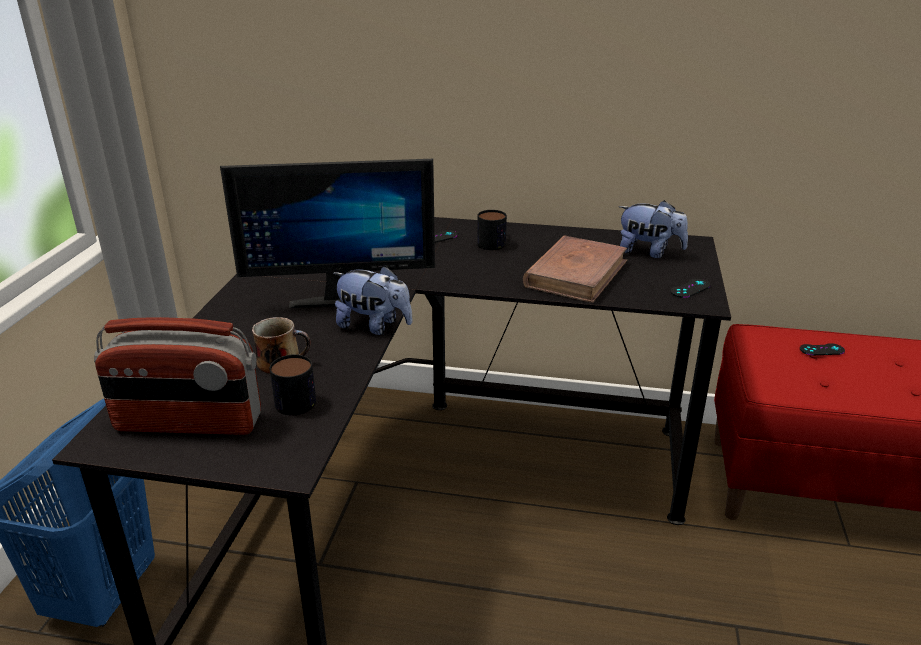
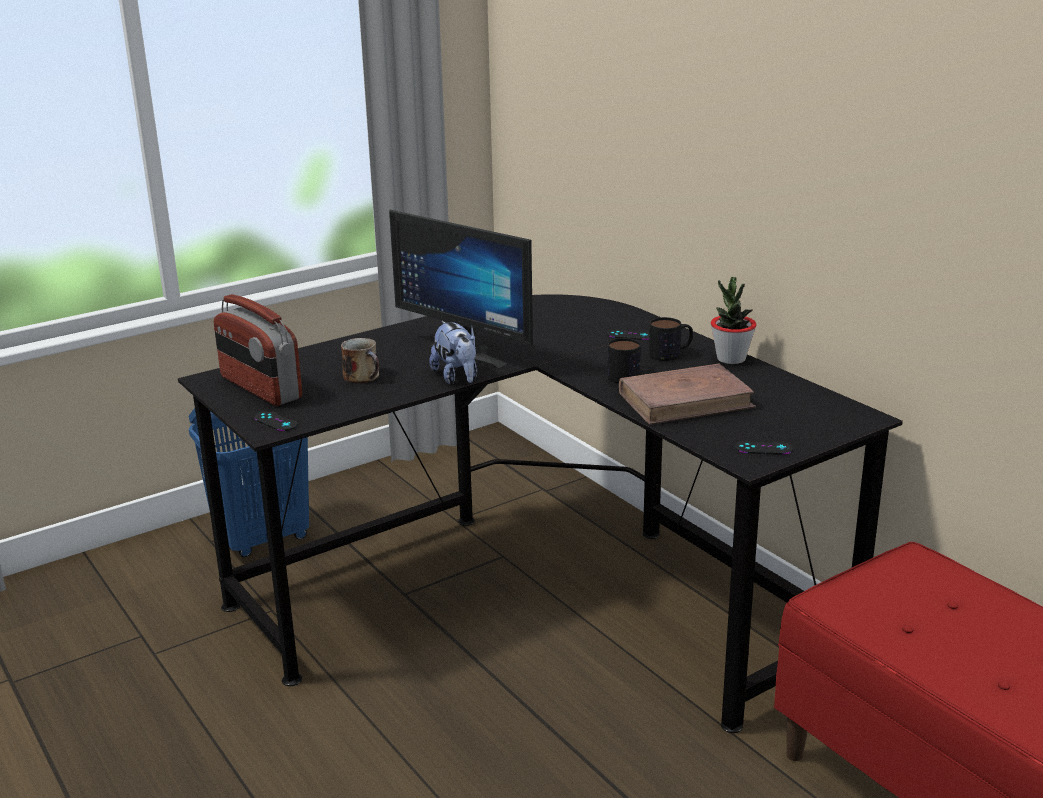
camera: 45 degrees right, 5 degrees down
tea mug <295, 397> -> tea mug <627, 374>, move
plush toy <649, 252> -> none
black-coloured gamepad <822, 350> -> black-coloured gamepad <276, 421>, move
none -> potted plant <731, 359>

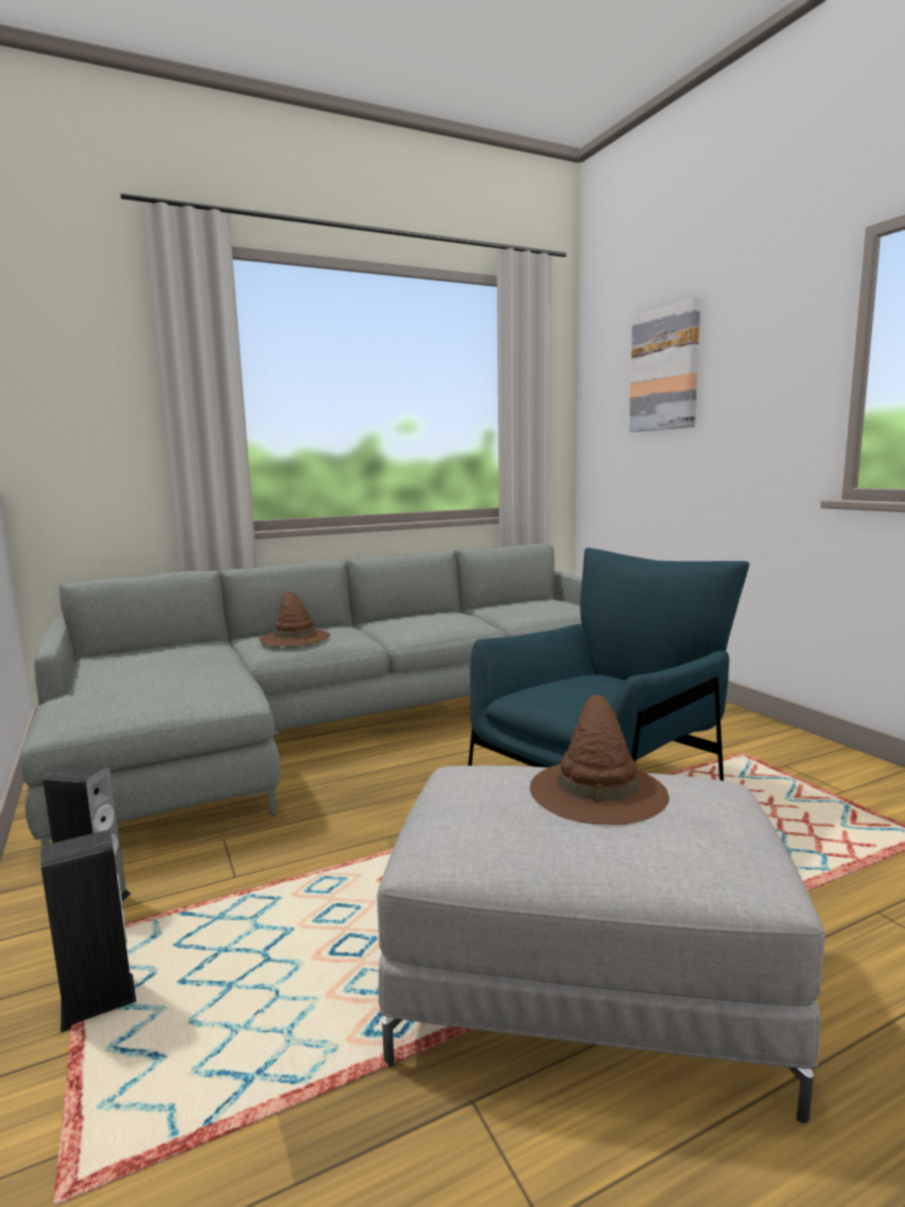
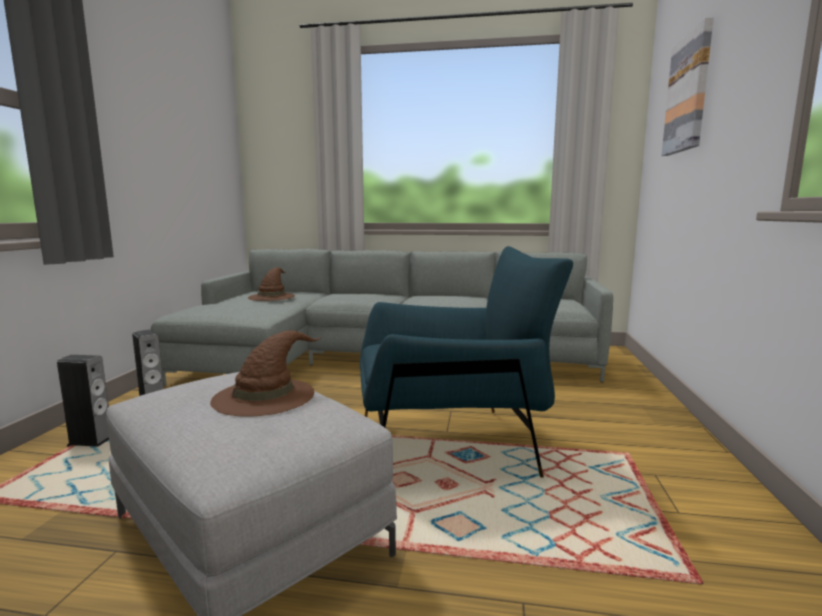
camera: 35 degrees right, 0 degrees up
brown wearable hat <294, 637> -> brown wearable hat <271, 296>, move

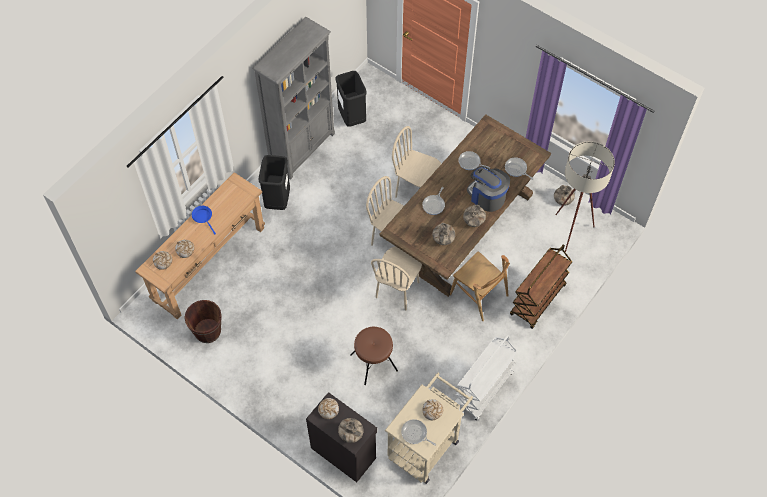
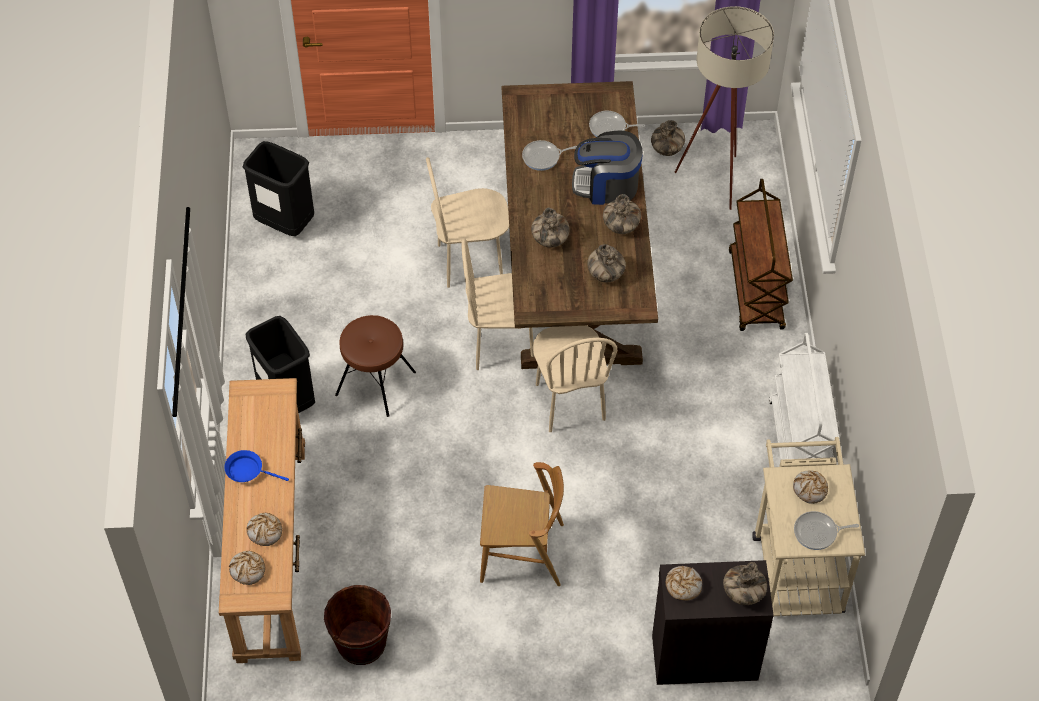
camera: 40 degrees left, 5 degrees down
greyish shelving unit <302, 149> -> none
brown stool seat <373, 362> -> brown stool seat <375, 383>, move
pan <434, 205> -> decorative vase <550, 240>
brown chair <479, 295> -> brown chair <522, 553>, move

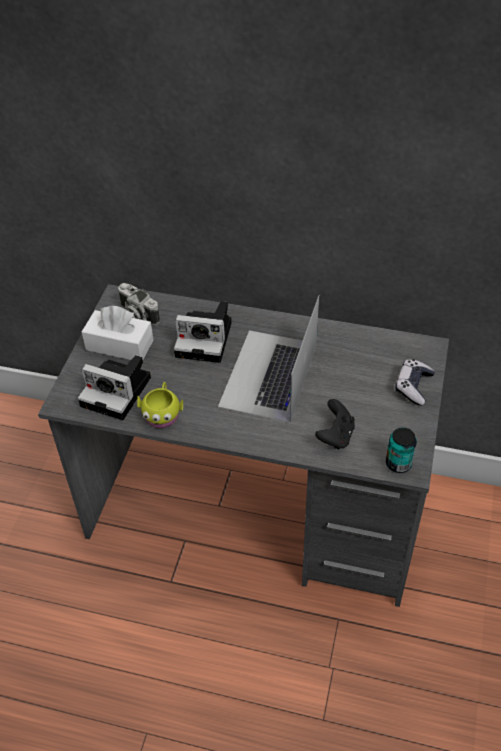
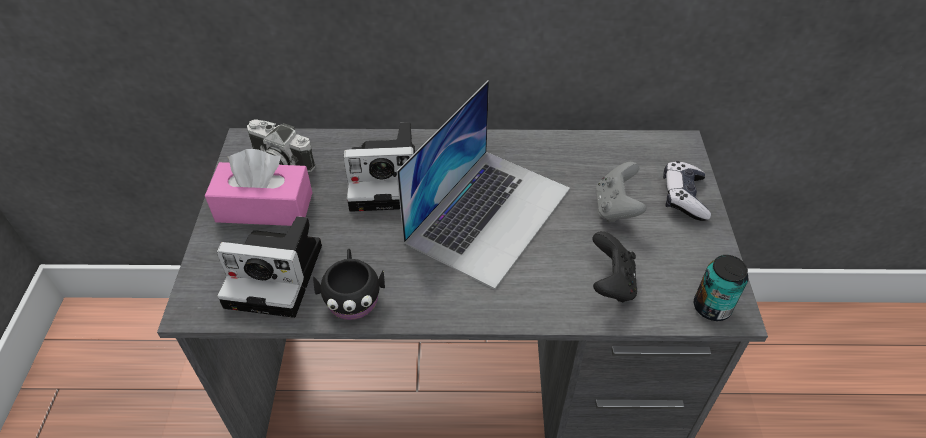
camera: 15 degrees left, 0 degrees up
white tissue holder <119, 345> -> pinkish tissue holder <264, 207>
yellow tea mug <162, 413> -> black-coloured tea mug <352, 296>
notebook computer <269, 375> -> notebook computer <489, 214>, 150 degrees counterclockwise
none -> greyish gamepad <615, 208>

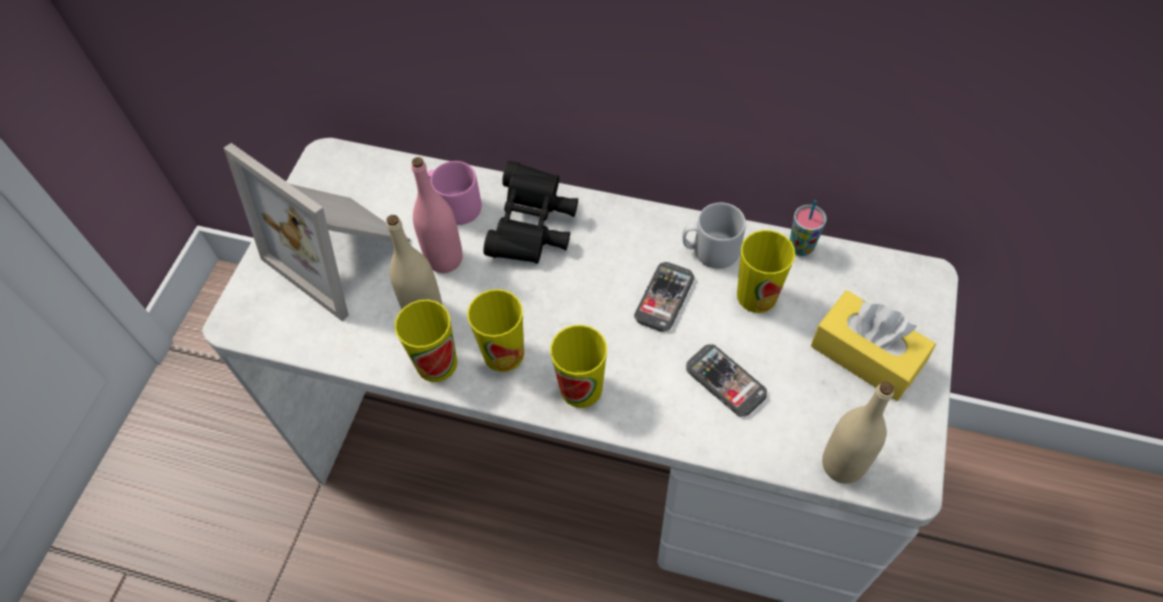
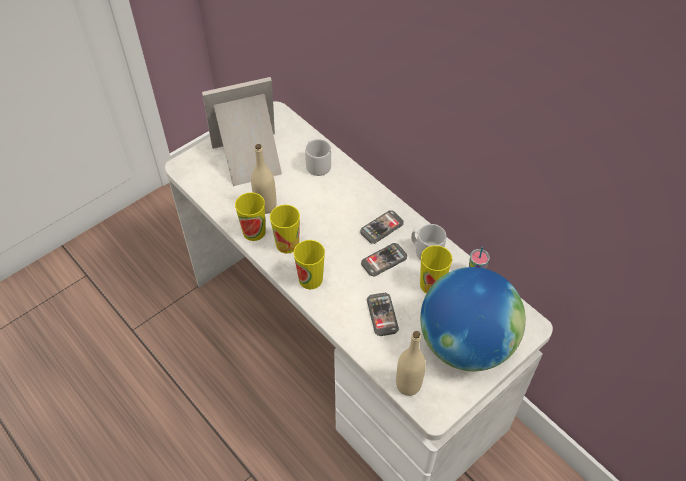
camera: 30 degrees right, 5 degrees down
picture frame <343, 252> -> picture frame <250, 159>, 90 degrees clockwise
pinkish bottle <444, 259> -> none
pinkish tea mug <455, 206> -> greyish tea mug <317, 164>
black-coloured field glasses <533, 228> -> none
yellow tissue holder <866, 355> -> world globe <465, 343>
none -> phone <381, 228>

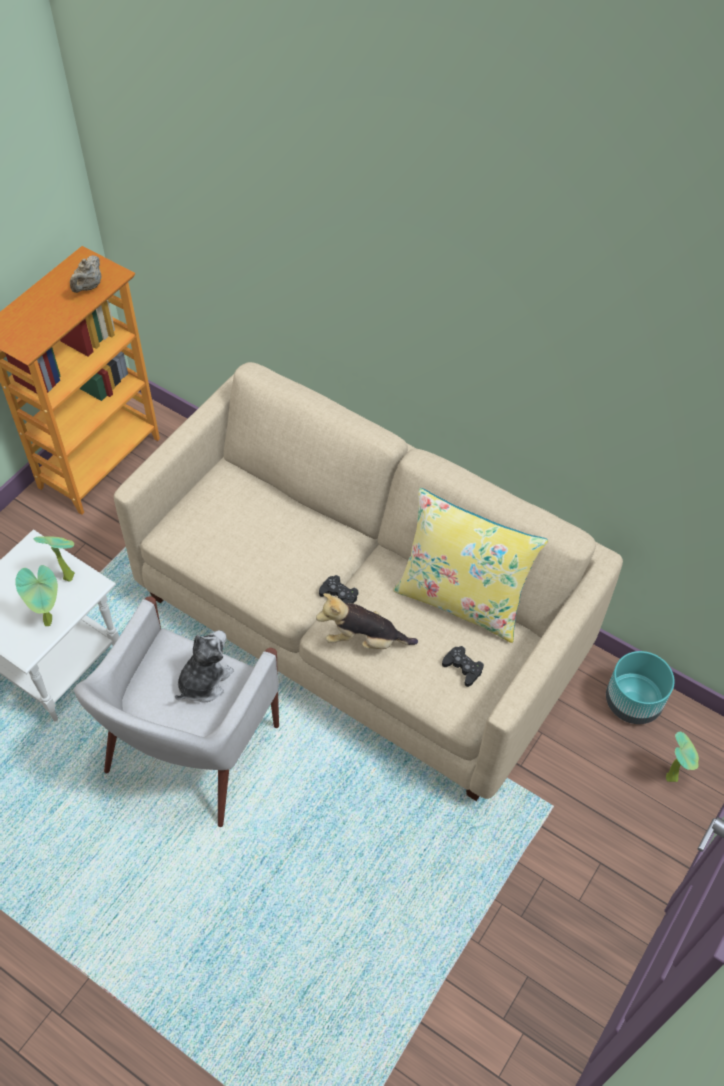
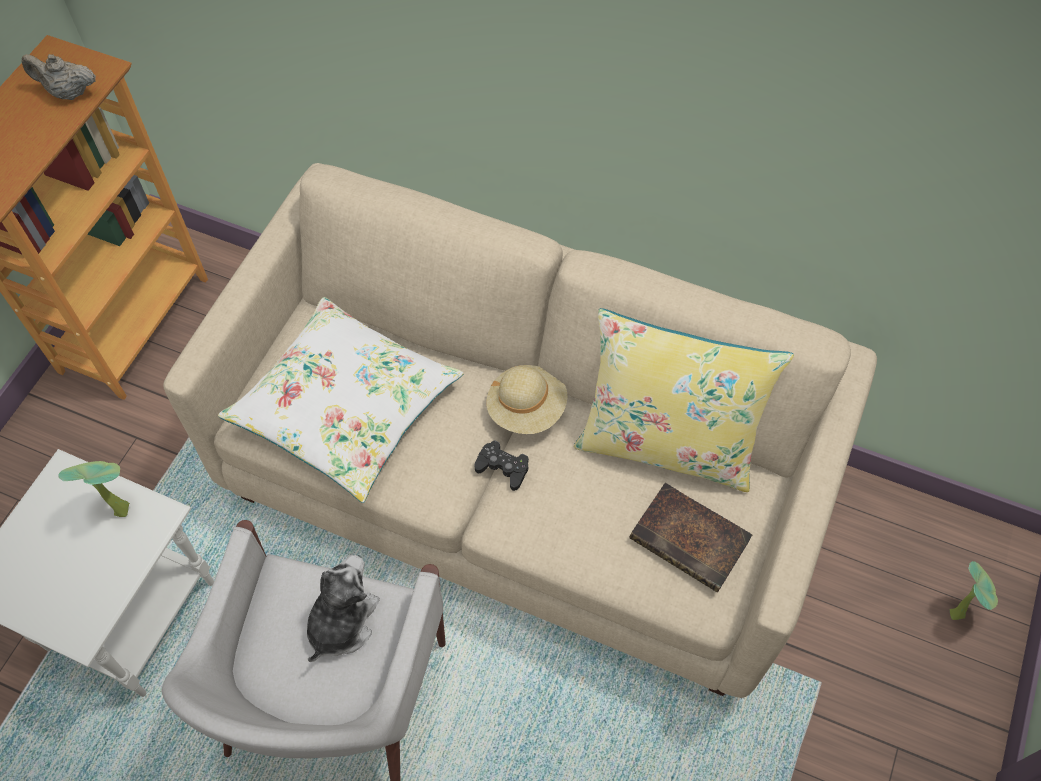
camera: 10 degrees left, 5 degrees up
potted plant <50, 621> -> none
beige-coloured tea pot <88, 287> -> beige-coloured tea pot <68, 92>, 90 degrees clockwise
plush toy <364, 640> -> none
black-coloured gamepad <463, 668> -> bound book <692, 540>
turquoise planter <633, 702> -> none
none -> white cushion <346, 407>
none -> beige-coloured wearable hat <526, 408>

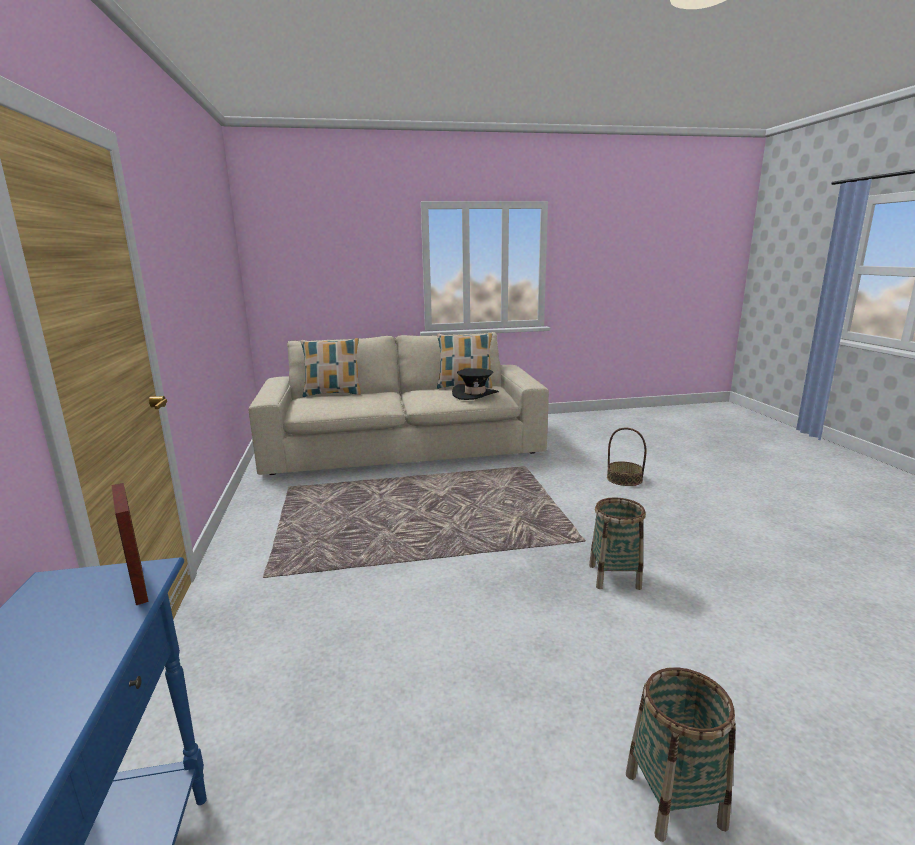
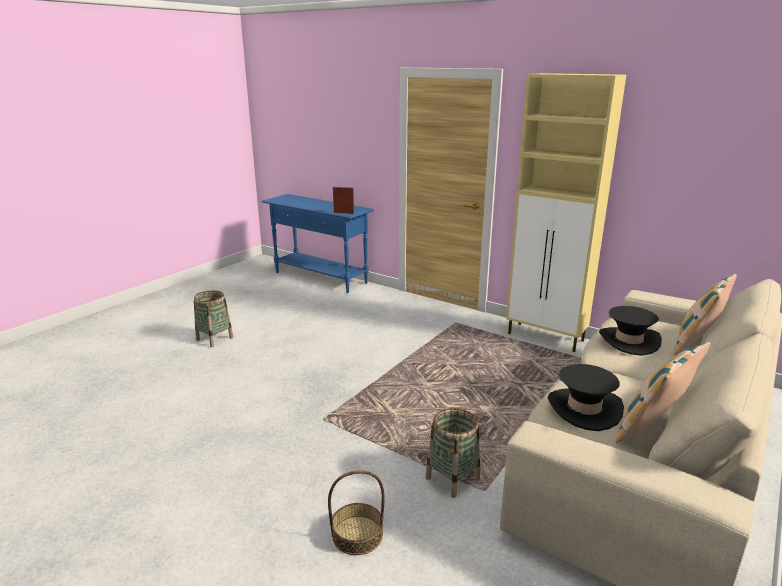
camera: 135 degrees right, 5 degrees up
basket <614, 576> -> basket <452, 478>, move
none -> beige-coloured storage cabinet <546, 337>
none -> black-coloured wearable hat <628, 341>

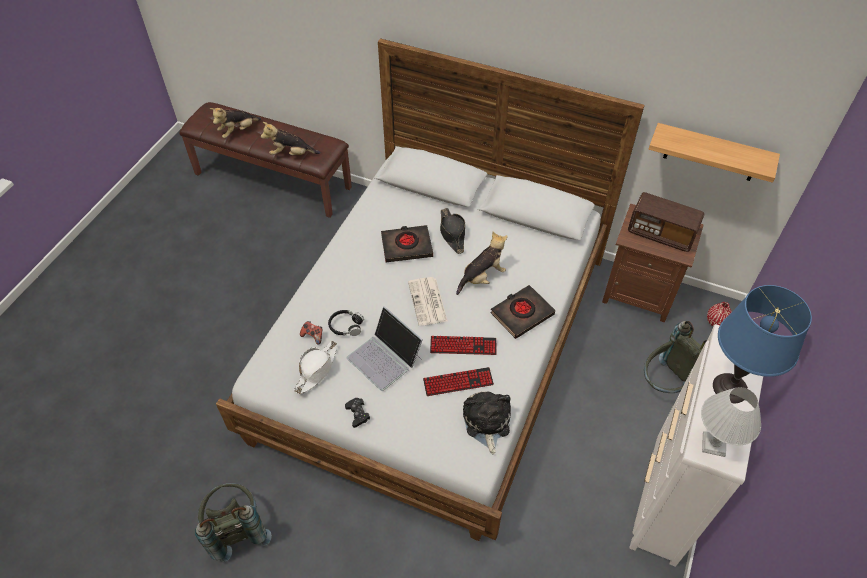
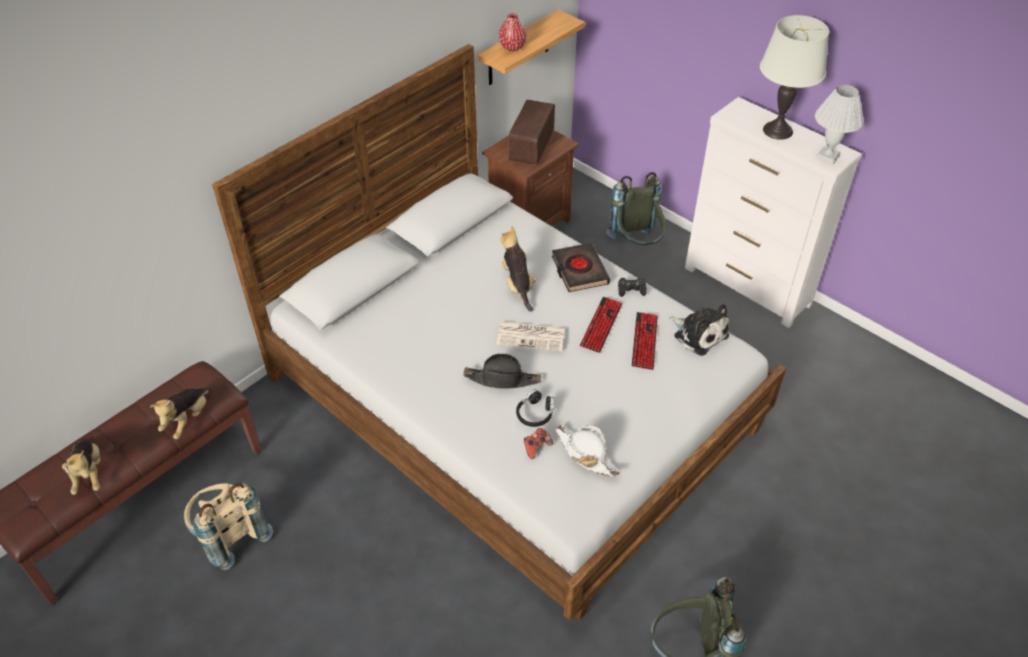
camera: 70 degrees left, 5 degrees down
black-coloured gamepad <357, 414> -> black-coloured gamepad <631, 289>, move
notebook computer <385, 358> -> none
black-coloured bound book <407, 246> -> none
black-coloured wearable hat <452, 233> -> black-coloured wearable hat <502, 379>, move
plush toy <486, 423> -> plush toy <698, 334>, 150 degrees counterclockwise
radio set <661, 234> -> radio set <532, 147>, 150 degrees clockwise
reddish decorative vase <716, 322> -> reddish decorative vase <512, 47>, move
blue lamp for a table <730, 388> -> white lamp for a table <778, 131>
none -> beige-coloured rucksack <229, 536>

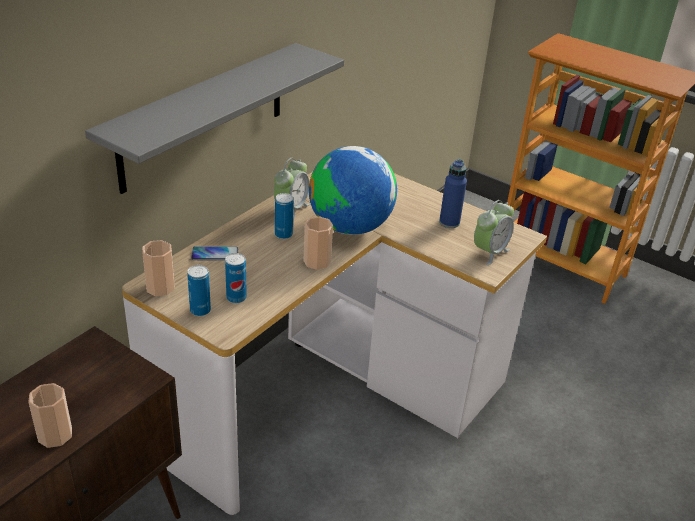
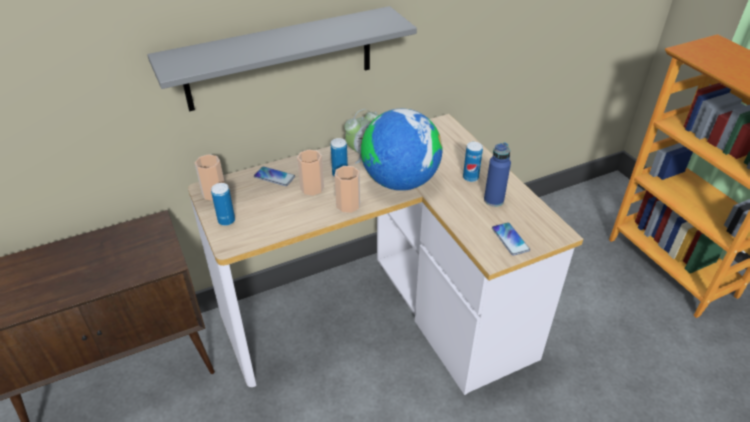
camera: 30 degrees right, 5 degrees up
small cup <55, 435> -> small cup <312, 188>, move
can <236, 298> -> can <470, 178>, move
bedside clock <489, 252> -> phone <510, 239>

